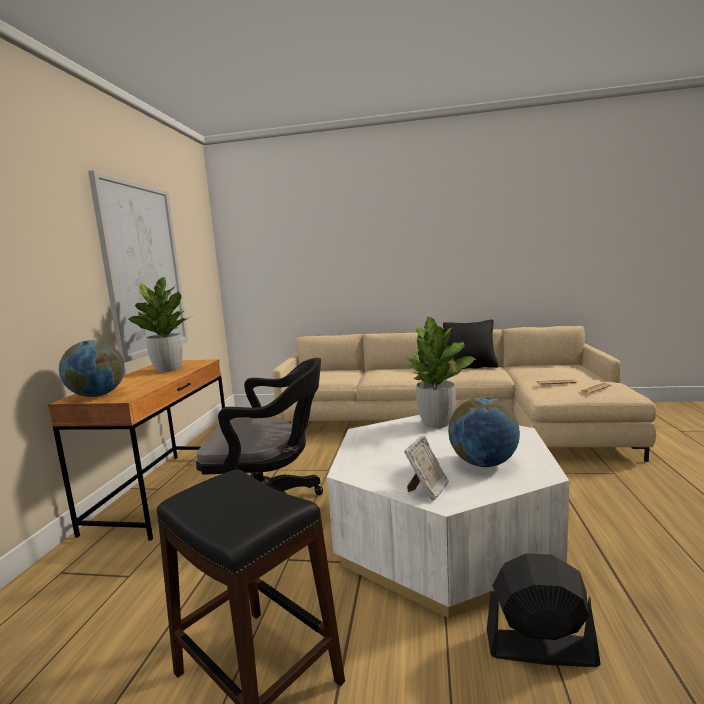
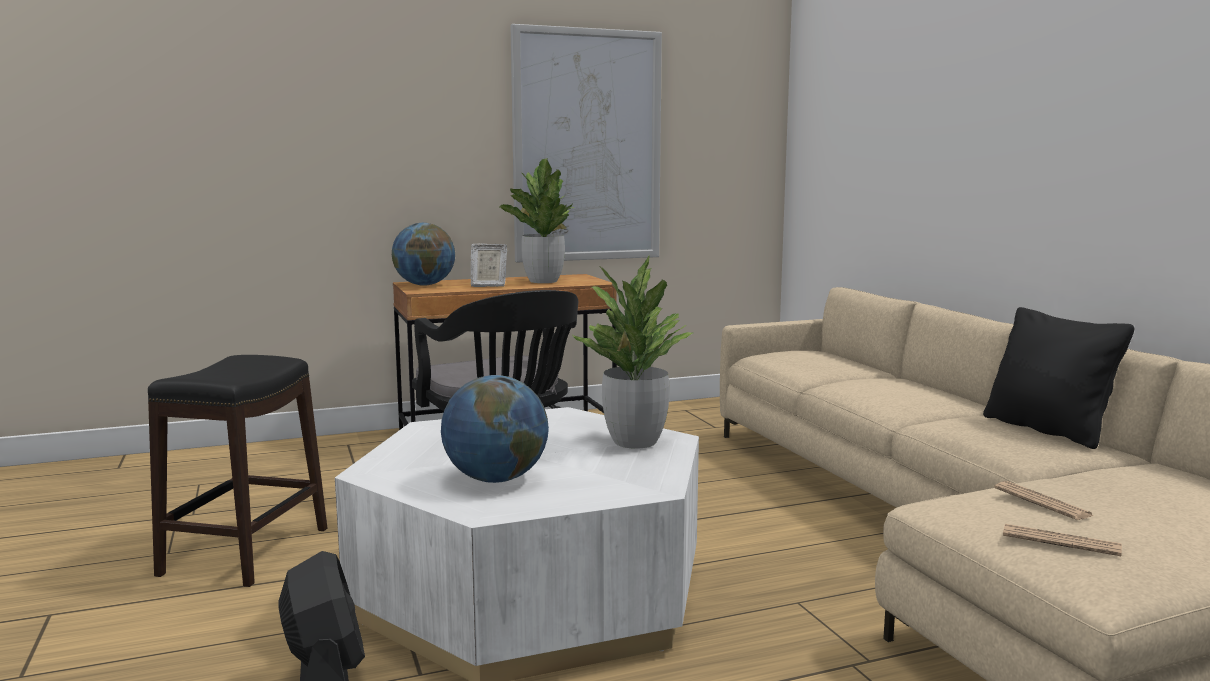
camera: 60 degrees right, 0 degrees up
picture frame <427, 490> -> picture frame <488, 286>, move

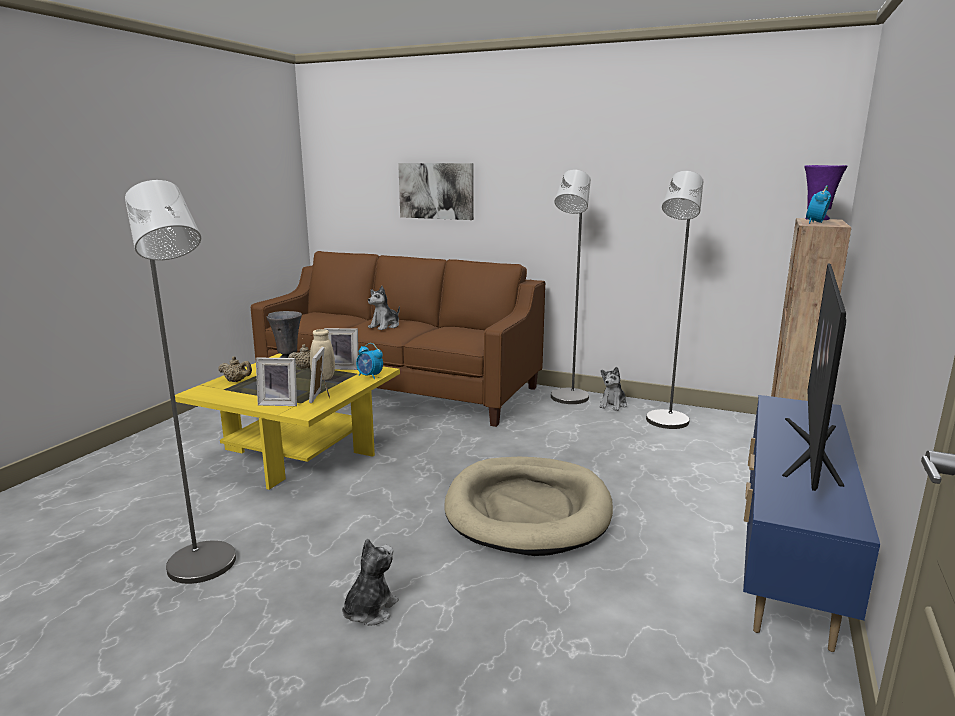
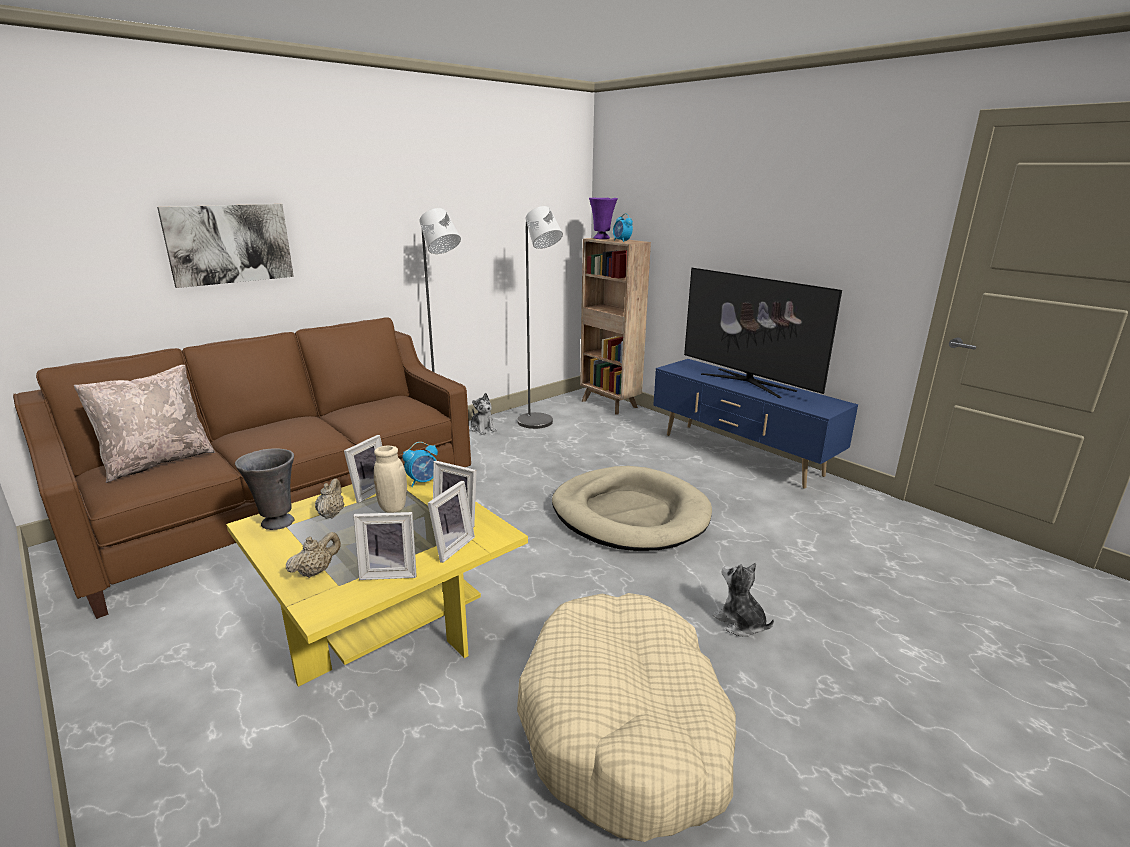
camera: 65 degrees left, 5 degrees up
greyish floor lamp <206, 569> -> beige-coloured dog cushion <626, 727>
plush toy <385, 326> -> none
none -> beige-coloured cushion <158, 462>
none -> picture frame <389, 572>

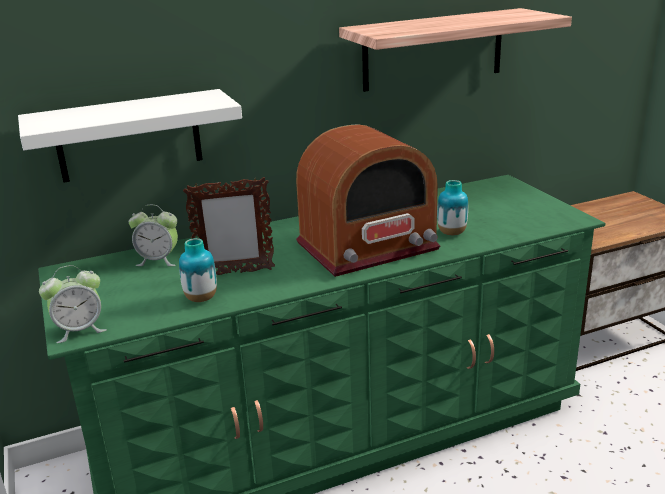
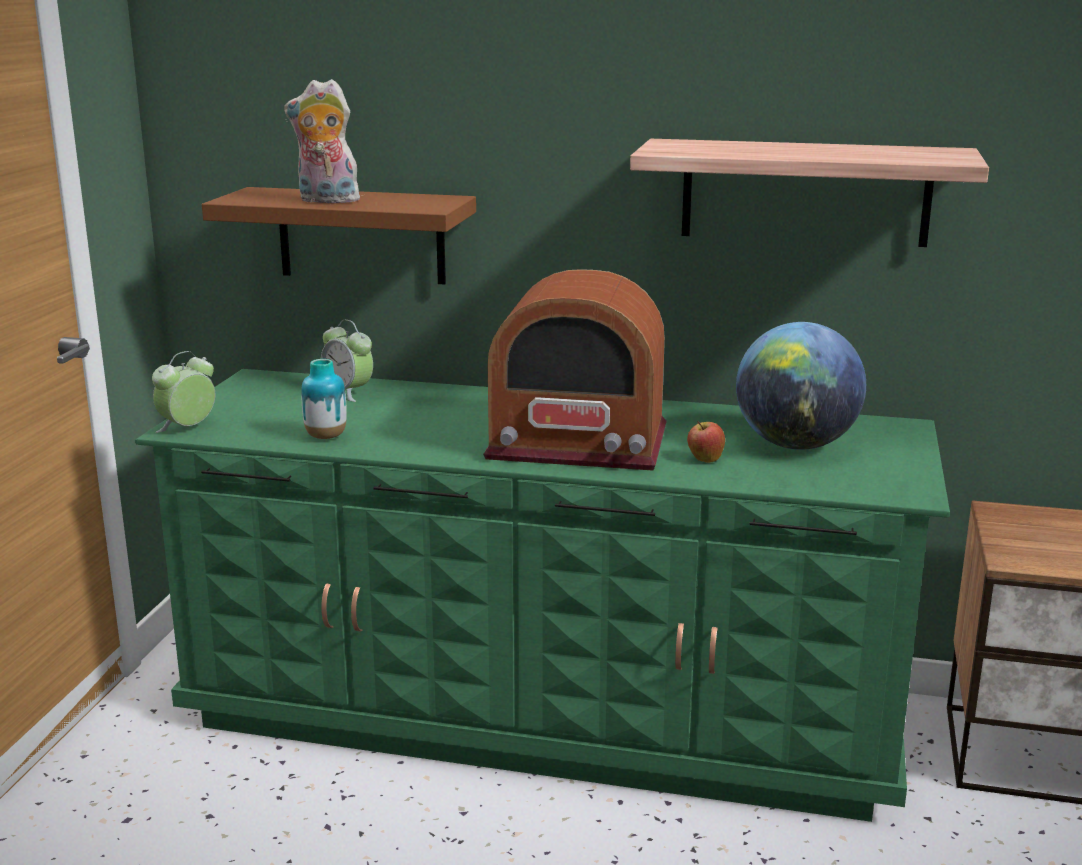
camera: 35 degrees right, 5 degrees down
white bracket shelf <129, 136> -> brown bracket shelf <361, 235>
bedside clock <80, 330> -> bedside clock <187, 428>, 120 degrees clockwise
picture frame <235, 272> -> none
decorative vase <451, 233> -> whole apple <705, 460>
none -> plush toy <326, 201>
none -> world globe <796, 445>

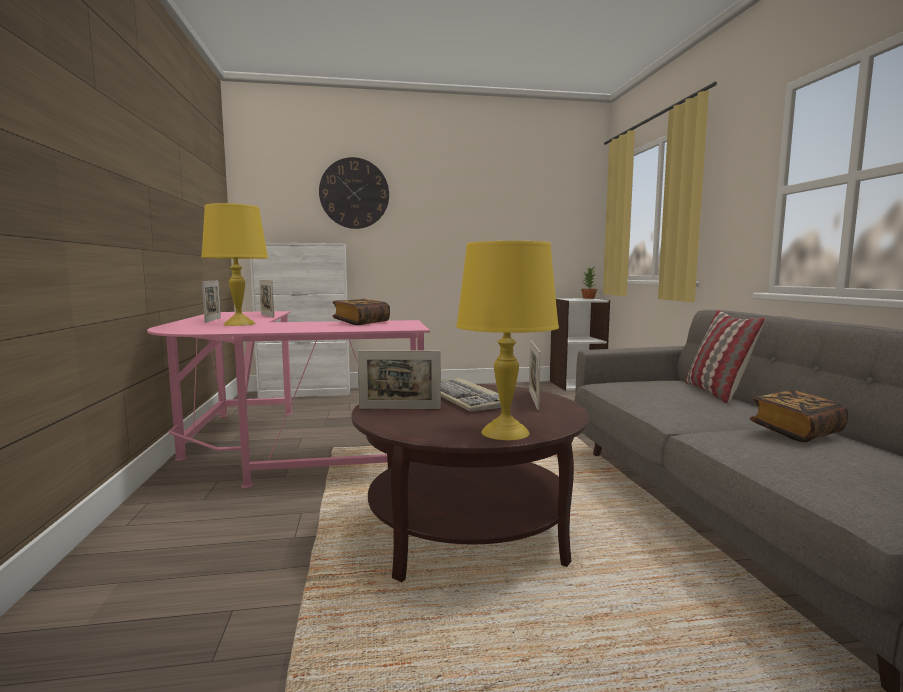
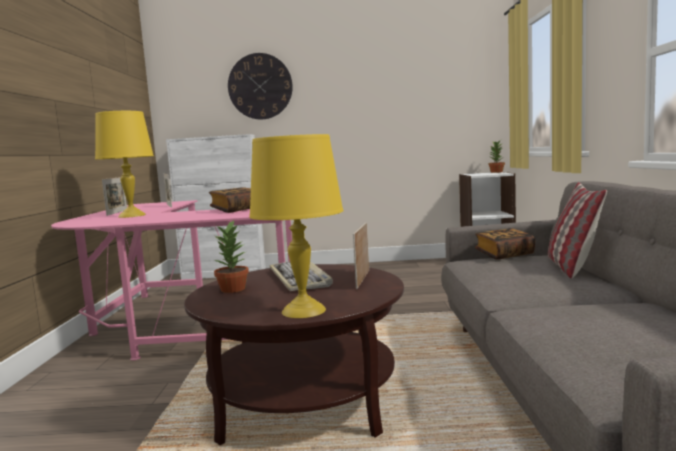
camera: 10 degrees right, 0 degrees up
picture frame <399, 408> -> potted plant <233, 289>
bound book <796, 432> -> bound book <504, 254>, move

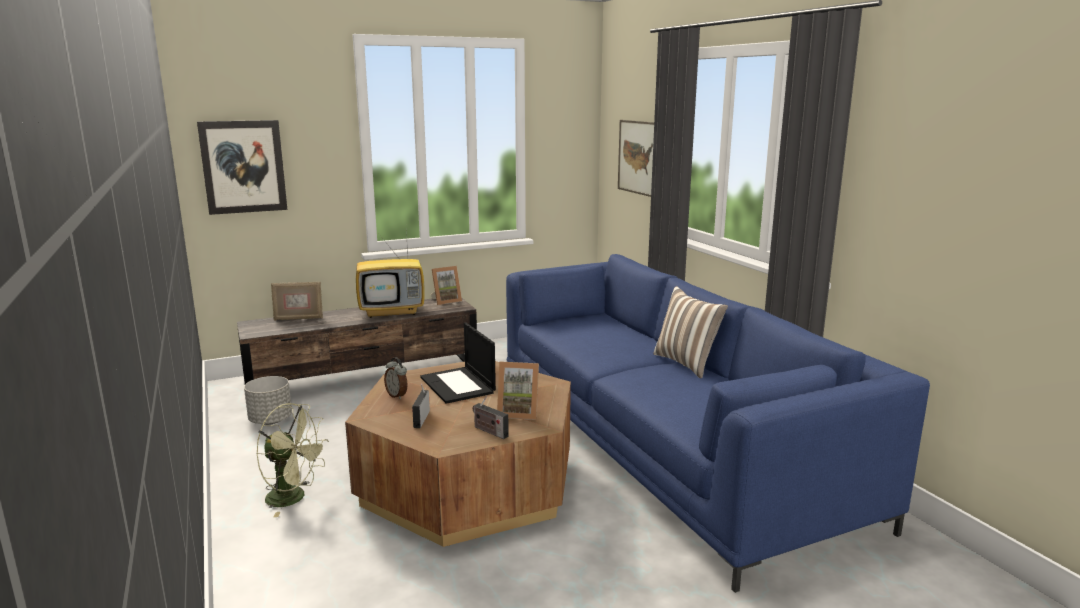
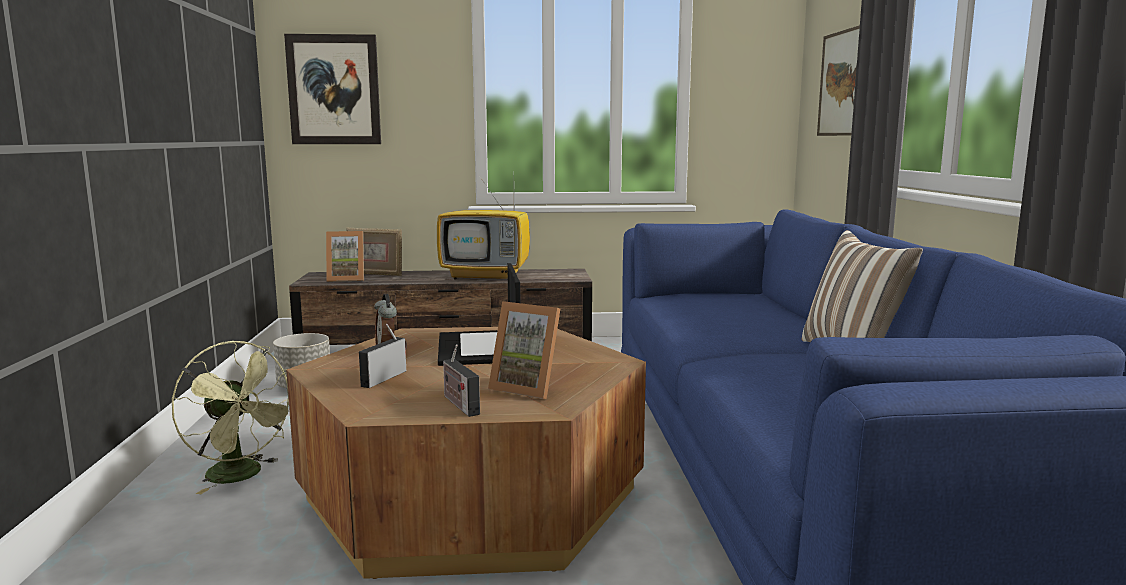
camera: 20 degrees right, 5 degrees down
picture frame <446, 301> -> picture frame <346, 279>, move

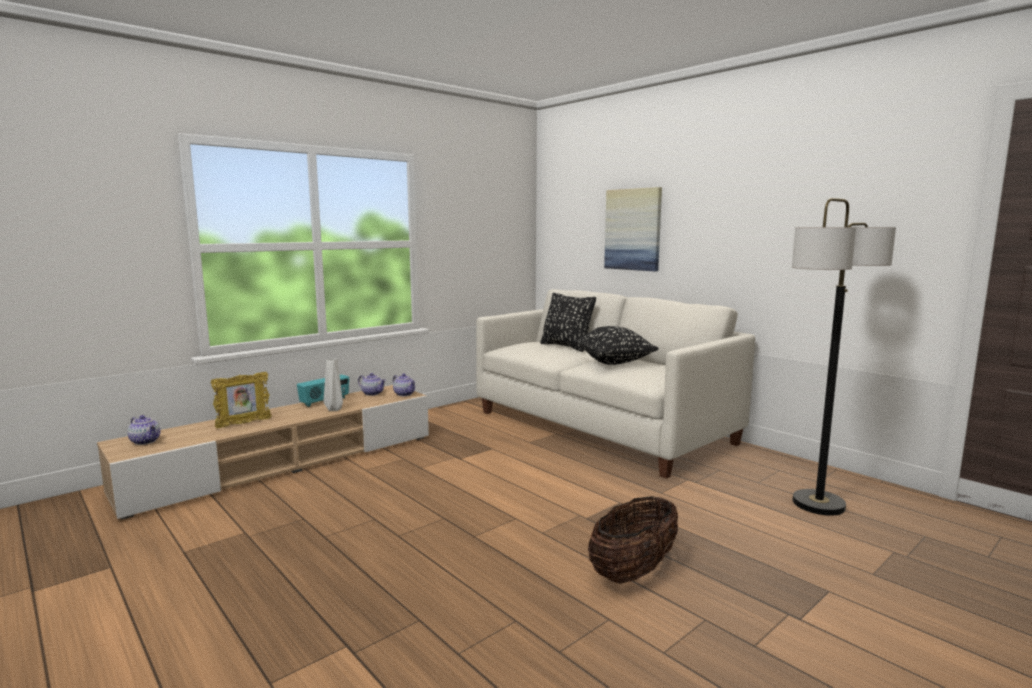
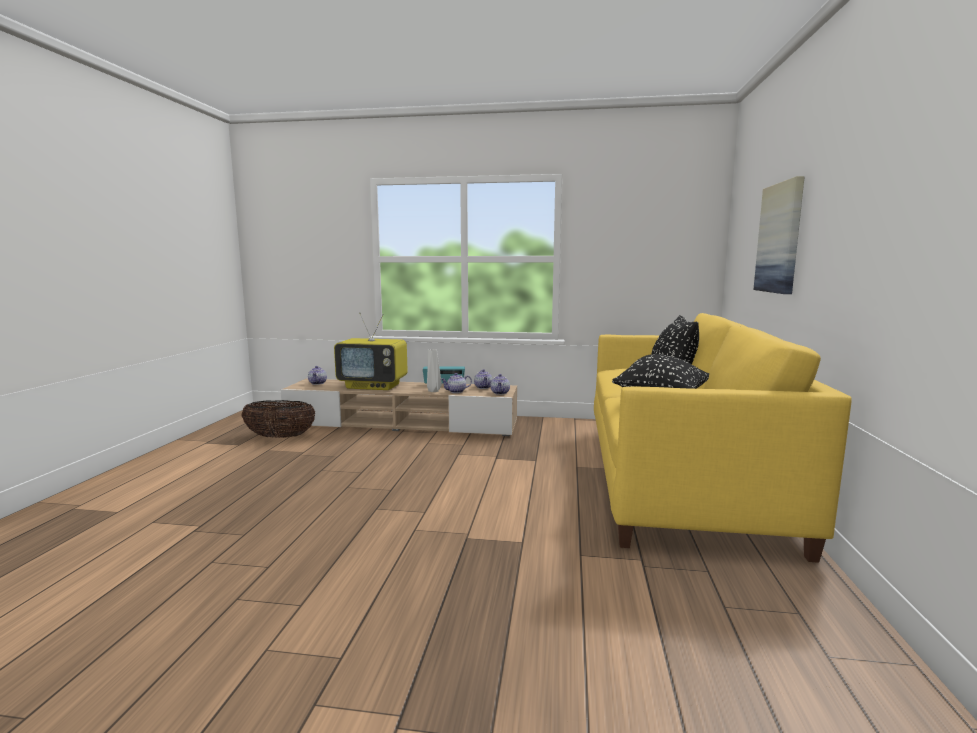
camera: 50 degrees right, 0 degrees up
picture frame <243, 423> -> television <374, 386>
white couch <601, 427> -> yellow couch <678, 479>
basket <633, 571> -> basket <280, 437>, move
floor lamp <818, 504> -> none
none -> tea pot <456, 391>

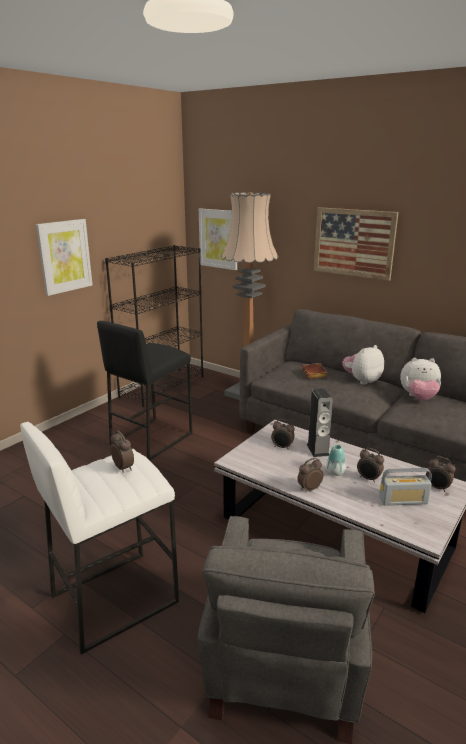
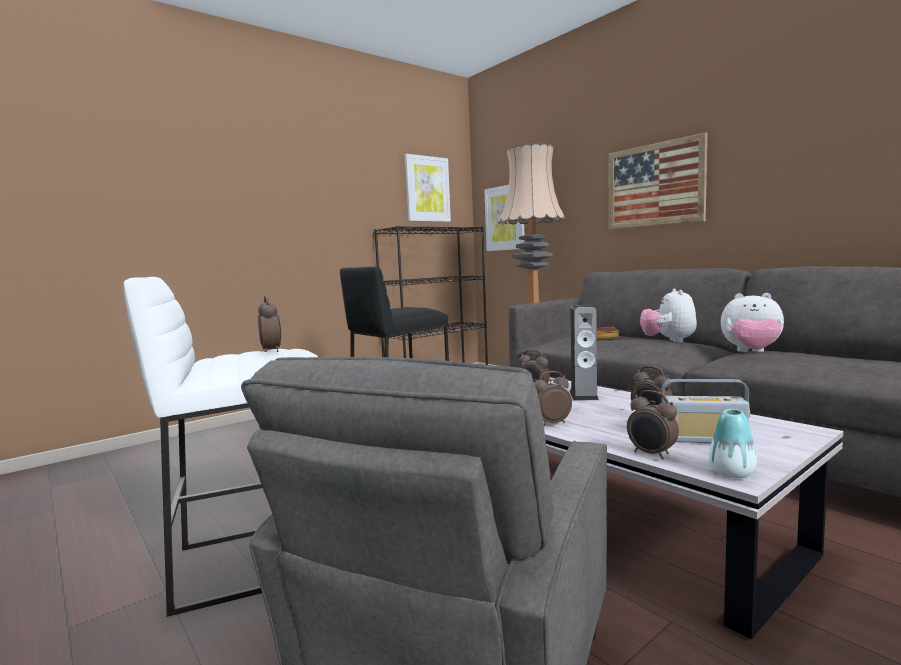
camera: 15 degrees right, 15 degrees down
wall picture <64, 256> -> wall picture <427, 189>, move
decorative vase <335, 472> -> decorative vase <731, 473>, move
plush toy <362, 381> -> plush toy <668, 341>, 60 degrees counterclockwise
bedside clock <437, 488> -> bedside clock <651, 454>, move

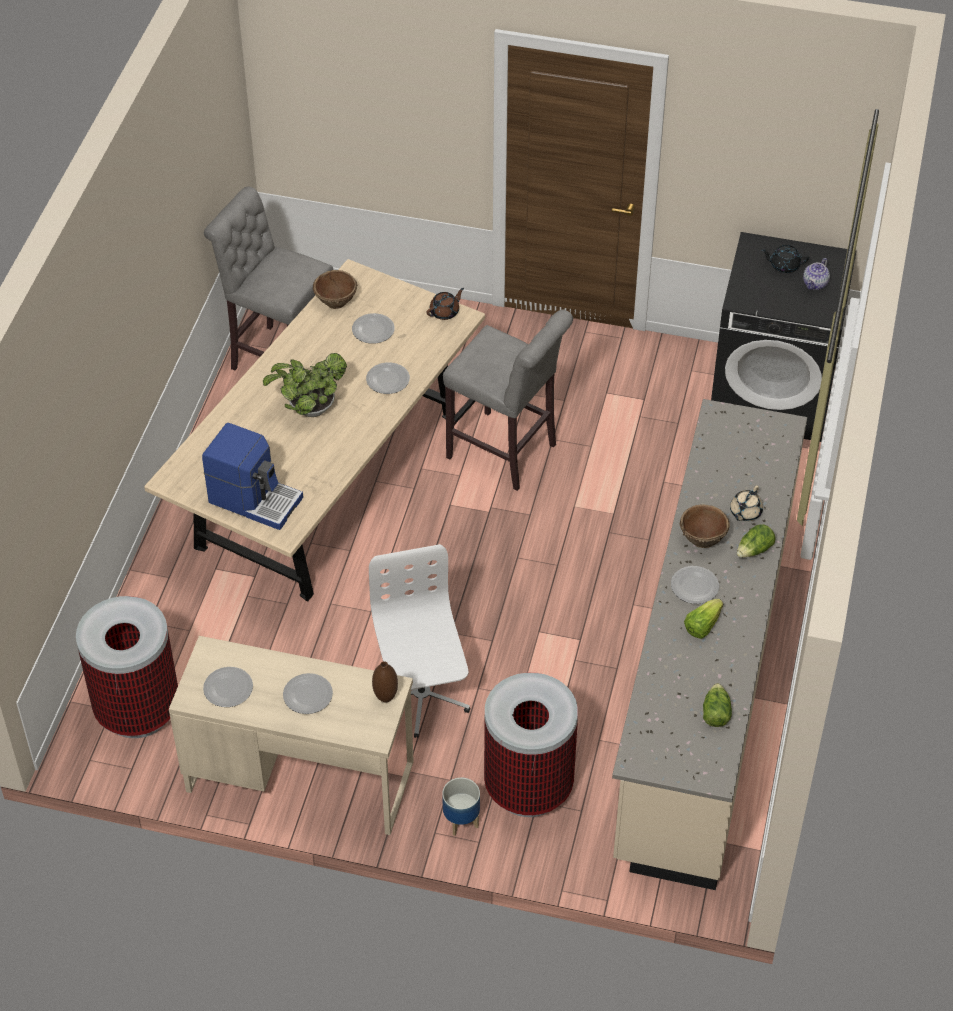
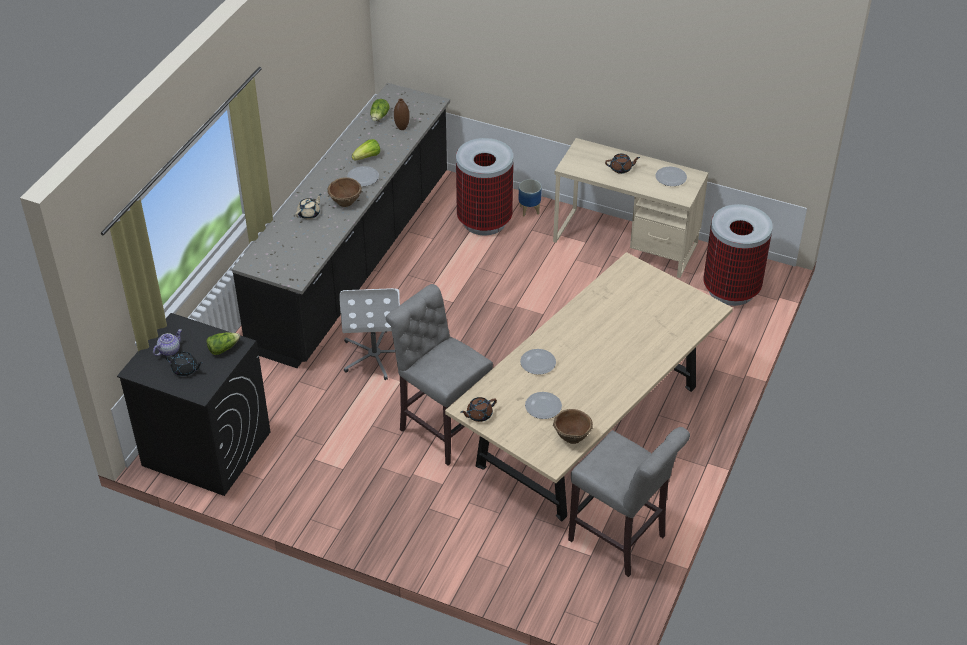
camera: 170 degrees left, 5 degrees down
coffee machine <255, 499> -> none
potted plant <309, 410> -> none
plate <307, 695> -> brown tea pot <621, 169>
white desk chair <420, 696> -> white desk chair <375, 355>, move
brown decorative vase <385, 697> -> brown decorative vase <402, 128>, move
beige-coloured kitchen base unit <703, 681> -> black-coloured kitchen base unit <354, 260>
head of lettuce <754, 550> -> head of lettuce <223, 348>, move

